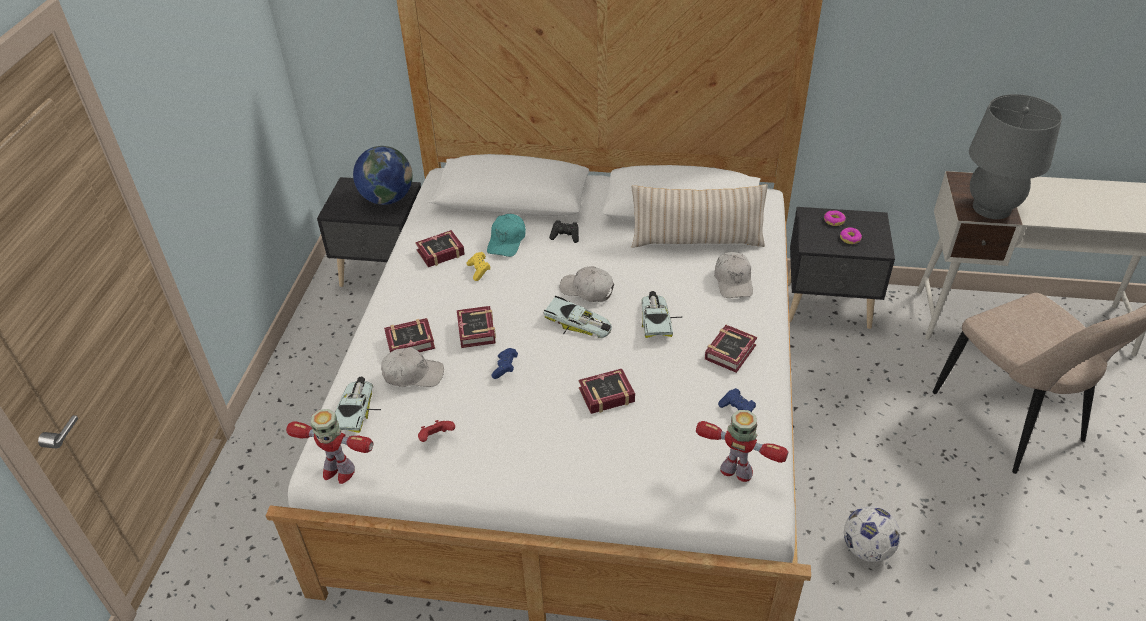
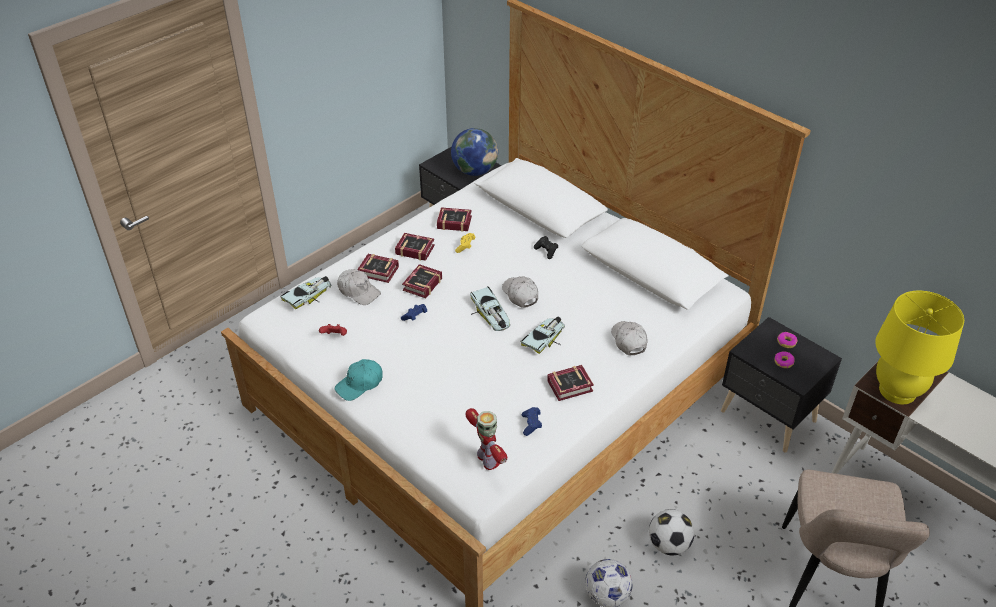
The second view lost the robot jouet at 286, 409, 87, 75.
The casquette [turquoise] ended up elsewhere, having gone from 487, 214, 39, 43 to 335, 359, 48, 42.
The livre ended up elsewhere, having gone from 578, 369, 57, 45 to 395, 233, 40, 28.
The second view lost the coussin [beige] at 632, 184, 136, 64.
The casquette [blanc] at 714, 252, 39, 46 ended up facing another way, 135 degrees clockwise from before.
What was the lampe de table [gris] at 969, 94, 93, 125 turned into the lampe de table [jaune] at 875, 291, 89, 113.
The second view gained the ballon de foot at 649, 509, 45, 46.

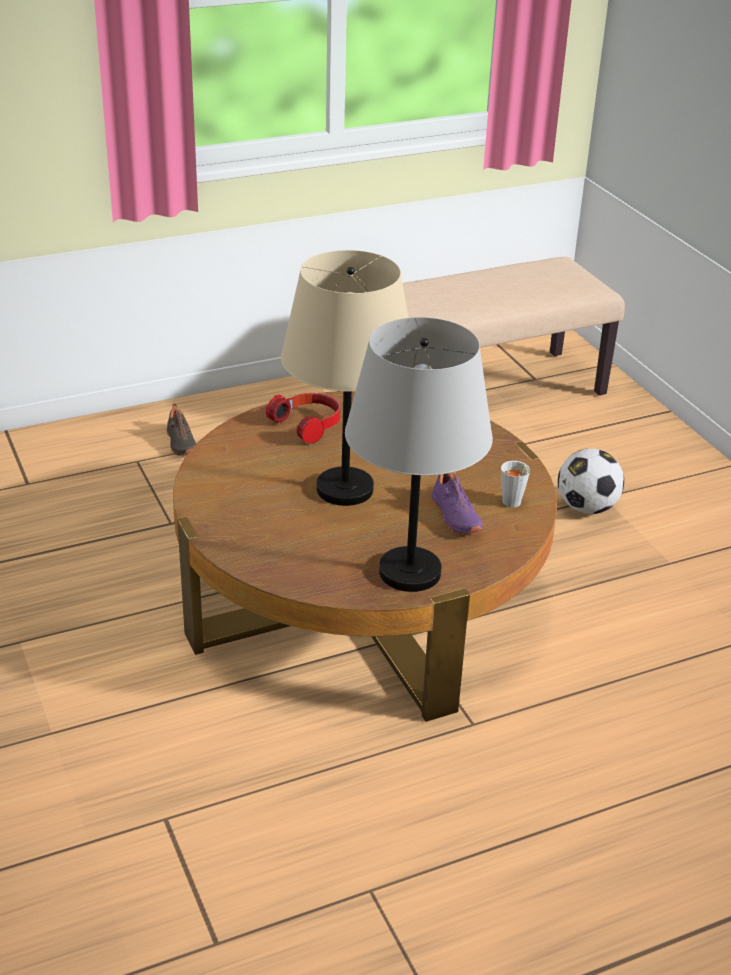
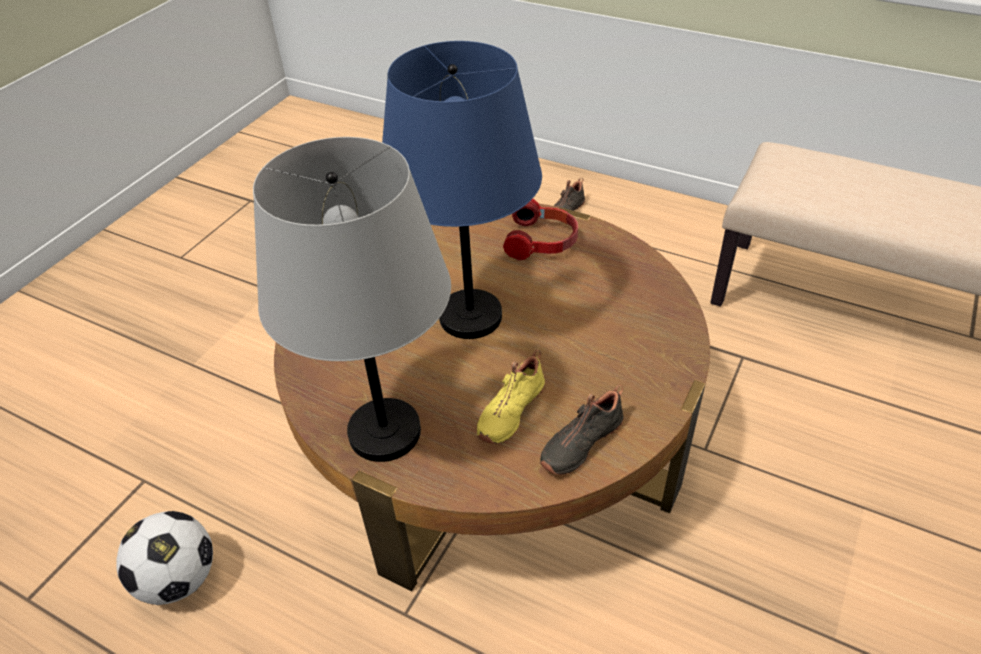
What was the lampe de table [beige] at 281, 250, 127, 256 turned into the lampe de table [bleu] at 382, 41, 160, 298.
What was the chaussure [violet] at 432, 472, 51, 62 turned into the chaussure [jaune] at 477, 350, 68, 94.
Where the tasse [gris] stood at 501, 461, 29, 47, the chaussure [noir] came to stand at 540, 385, 84, 90.
The ballon de foot ended up elsewhere, having gone from 558, 448, 66, 66 to 116, 511, 97, 94.

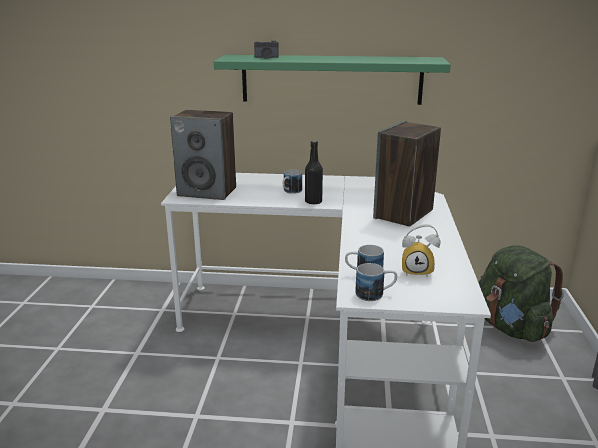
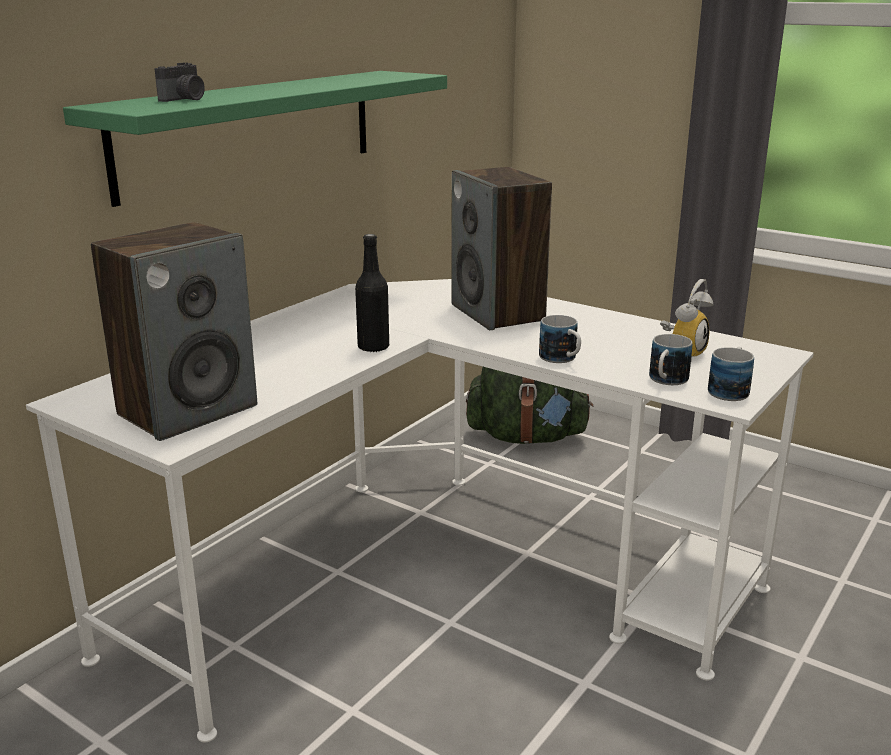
The mug ended up elsewhere, having gone from 283, 170, 19, 24 to 539, 315, 42, 48.

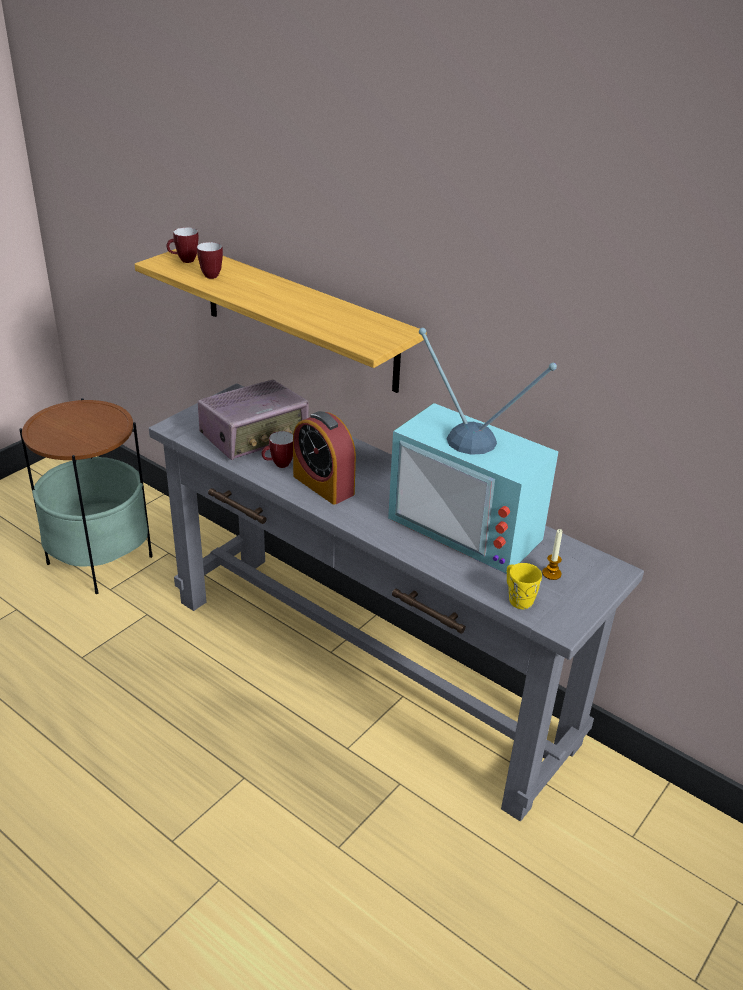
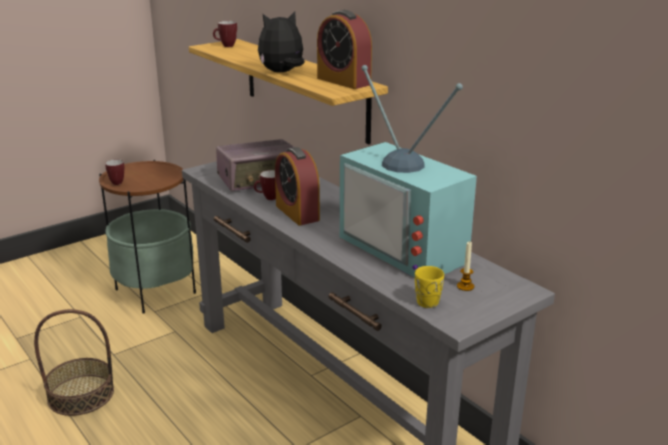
The mug ended up elsewhere, having gone from 197, 242, 26, 37 to 105, 159, 19, 26.
The second view gained the panier at 34, 309, 80, 107.
The second view gained the peluche at 258, 11, 47, 61.
The second view gained the réveil at 317, 10, 55, 79.

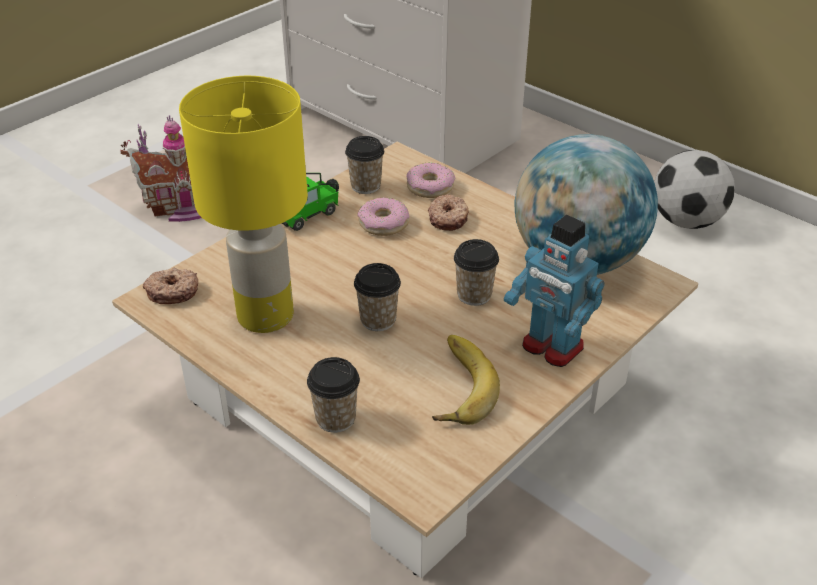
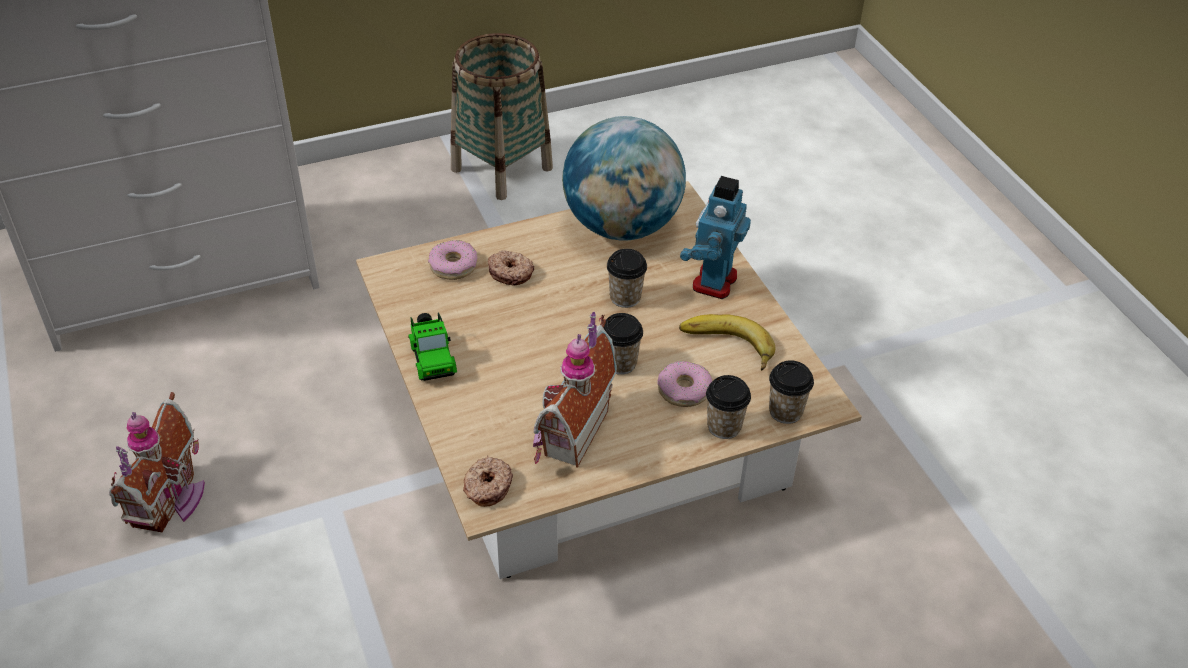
Where the lampe de table [jaune] stood at 179, 76, 129, 257, the maison miniature came to stand at 533, 312, 84, 156.
The tasse ended up elsewhere, having gone from 345, 136, 39, 58 to 769, 360, 45, 64.
The beignet ended up elsewhere, having gone from 357, 197, 52, 39 to 657, 361, 55, 46.
The robot jouet at 504, 215, 101, 152 ended up facing another way, 135 degrees clockwise from before.
Where the ballon de foot stood at 654, 150, 81, 79, the panier came to stand at 451, 33, 102, 167.

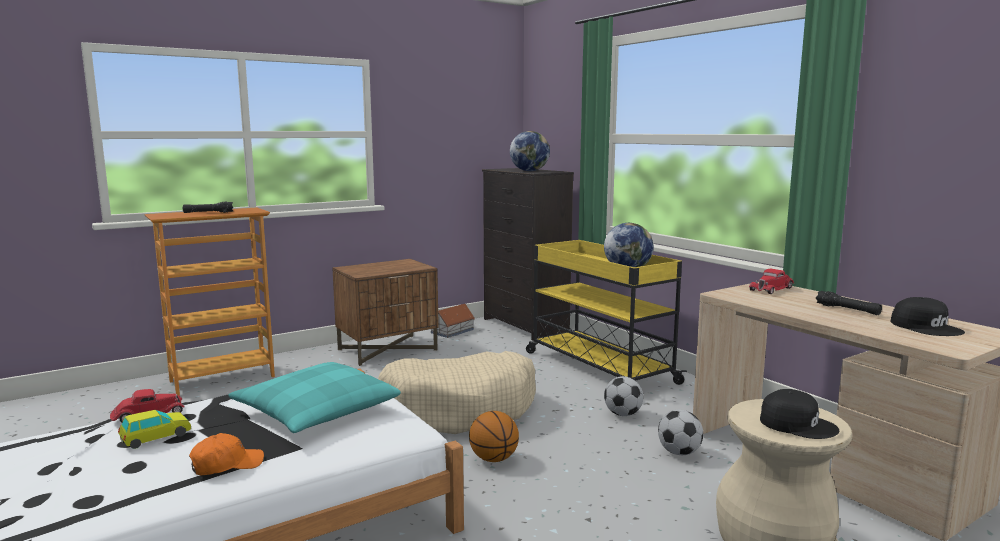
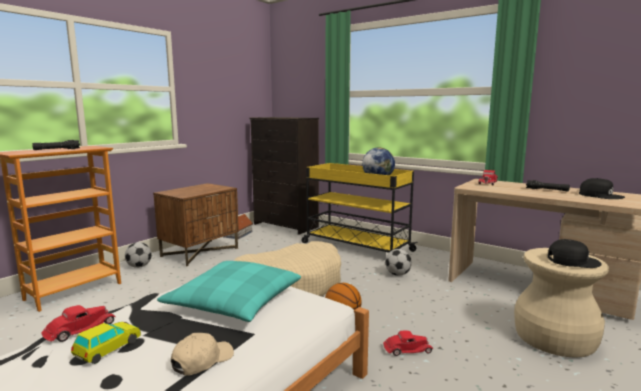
What was the casquette [orange] at 189, 433, 75, 42 turned into the casquette [beige] at 171, 333, 63, 43.
The second view lost the globe at 510, 131, 40, 40.
The ballon de foot ended up elsewhere, having gone from 658, 410, 45, 45 to 125, 242, 27, 26.
The second view gained the petite voiture [rouge] at 383, 330, 50, 26.

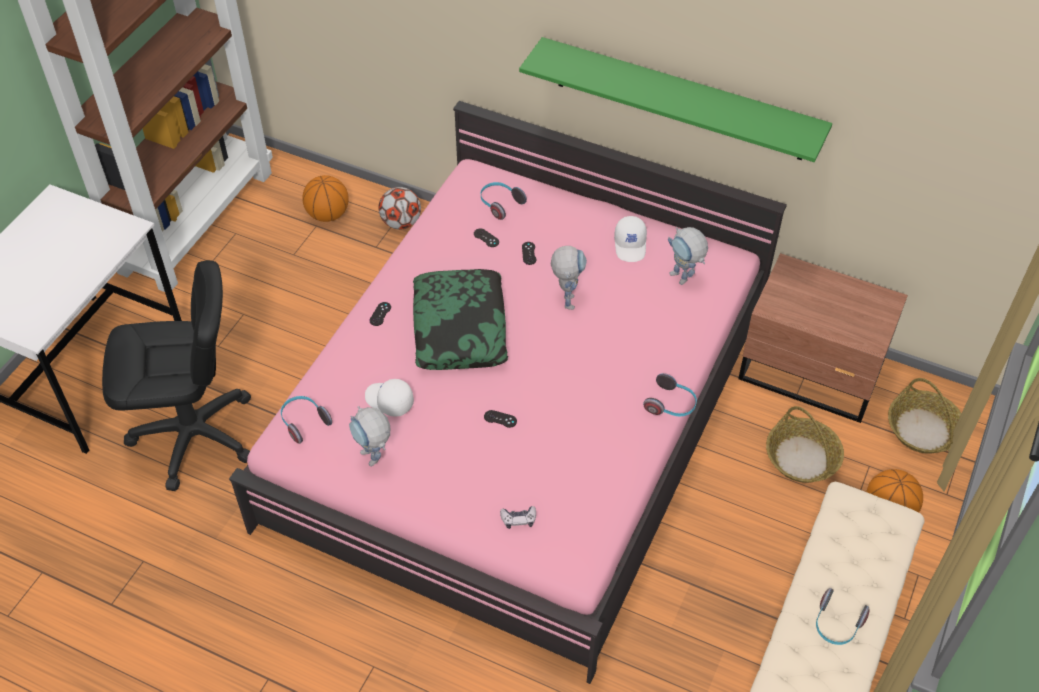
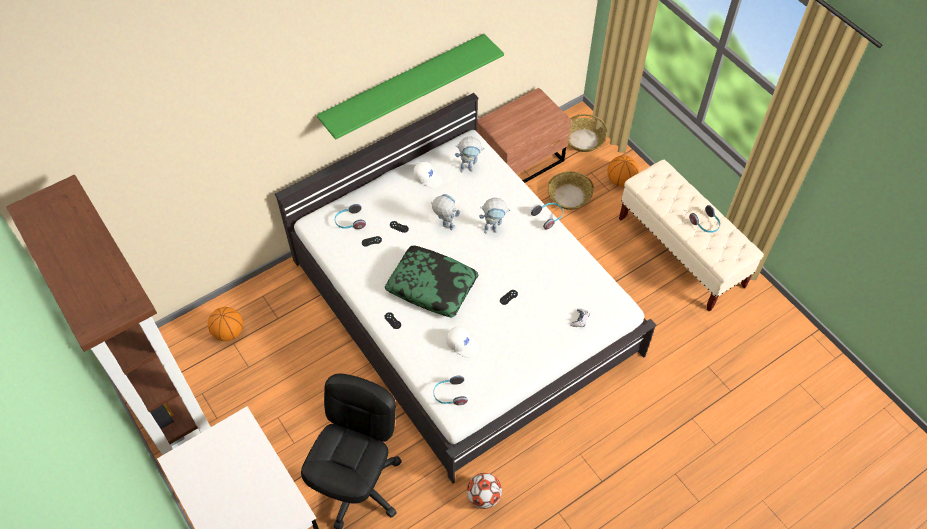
What was the lit [rose] at 229, 101, 558, 583 turned into the lit [blanc] at 275, 93, 381, 391.
The robot jouet ended up elsewhere, having gone from 349, 406, 41, 61 to 479, 198, 31, 35.
The casquette [blanc] at 365, 379, 49, 38 ended up facing another way, 120 degrees counterclockwise from before.
The ballon de foot ended up elsewhere, having gone from 378, 187, 43, 42 to 467, 473, 35, 36.

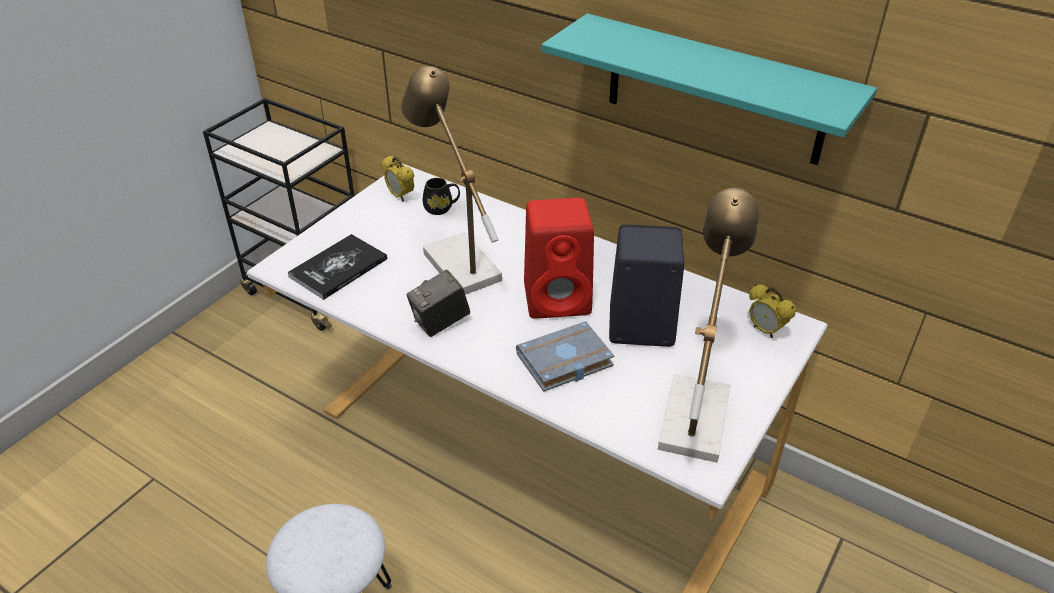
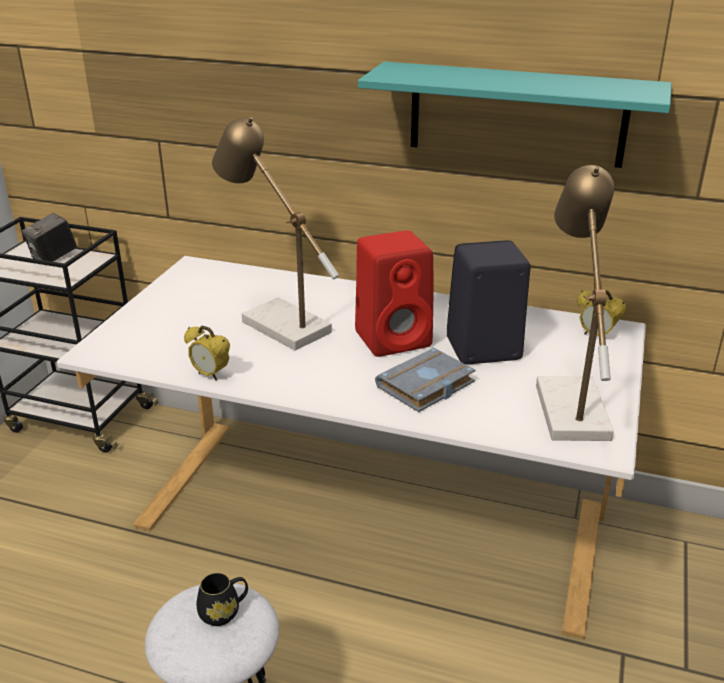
The second view lost the livre at 287, 234, 100, 66.
The réveil ended up elsewhere, having gone from 382, 156, 32, 46 to 184, 326, 46, 55.
The appareil photo ended up elsewhere, having gone from 406, 270, 64, 67 to 22, 213, 55, 49.
The mug [noir] ended up elsewhere, having gone from 423, 178, 37, 37 to 197, 573, 51, 53.

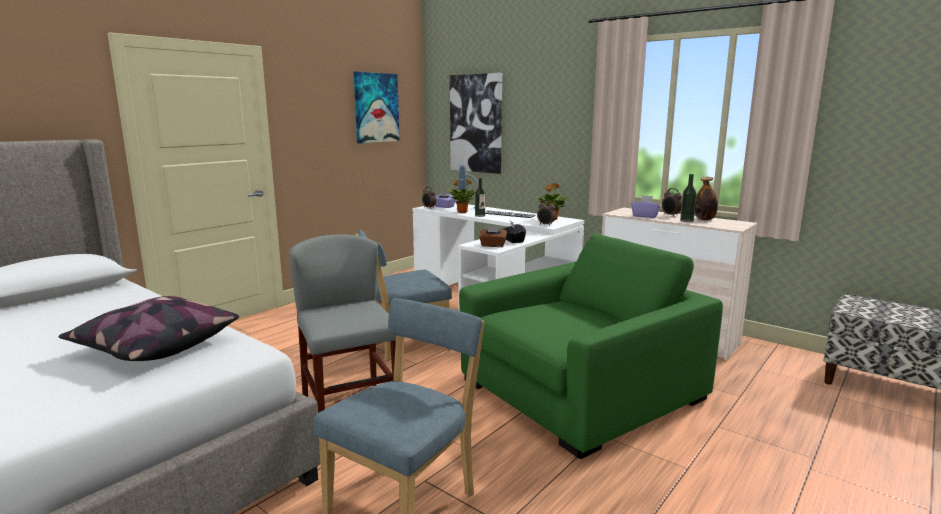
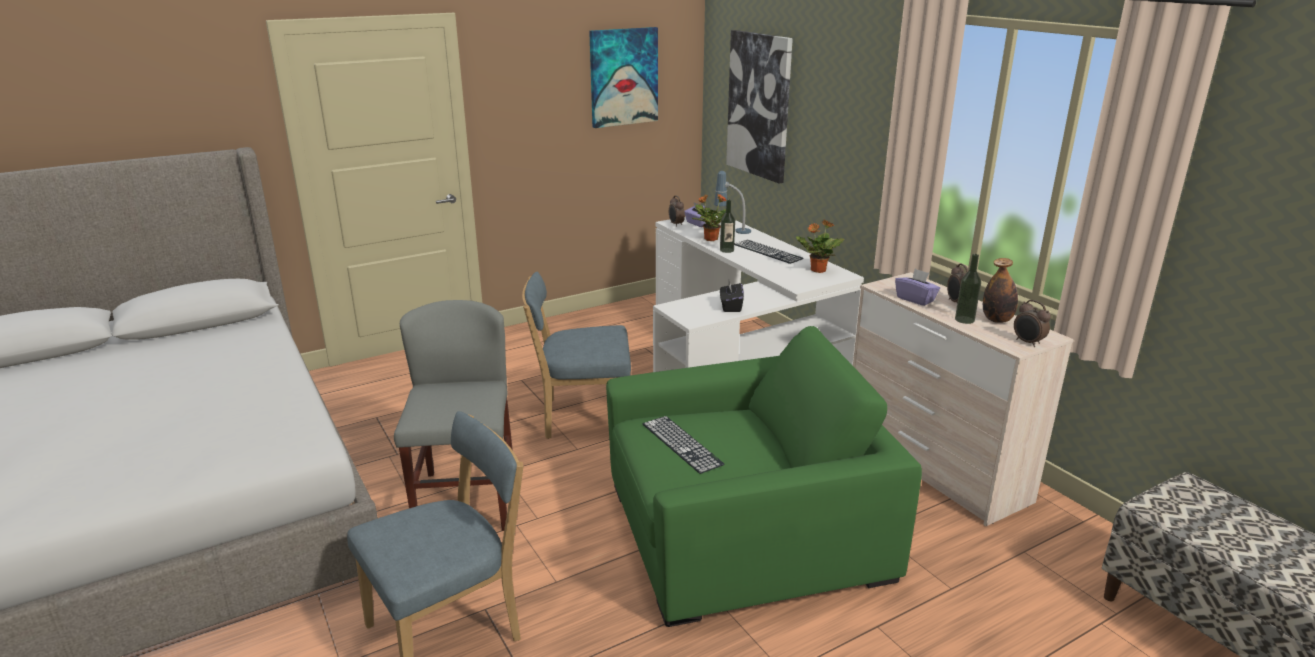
The second view lost the coussin at 58, 296, 181, 65.
The second view lost the boîte à mouchoirs [marron] at 479, 226, 28, 21.
The réveil ended up elsewhere, having gone from 537, 200, 19, 26 to 1014, 300, 37, 47.
The second view gained the clavier at 642, 416, 83, 58.

